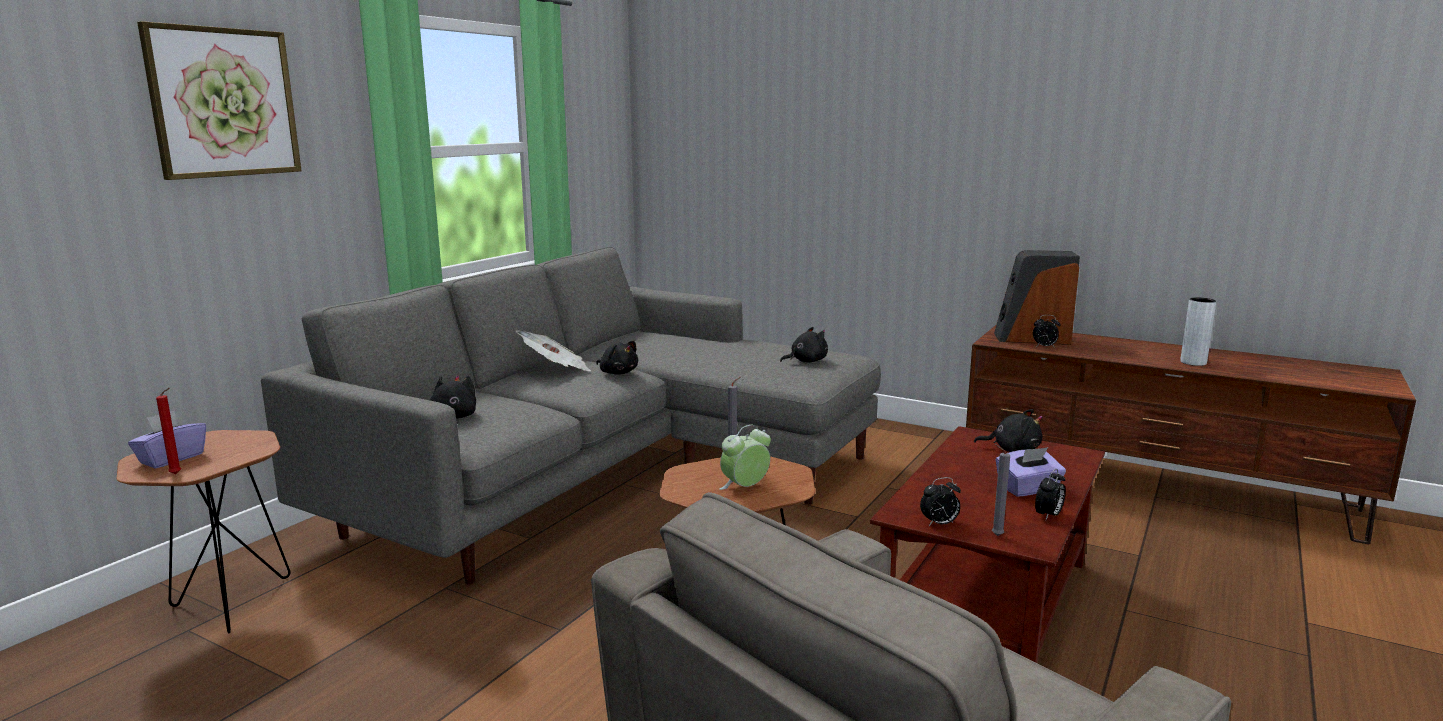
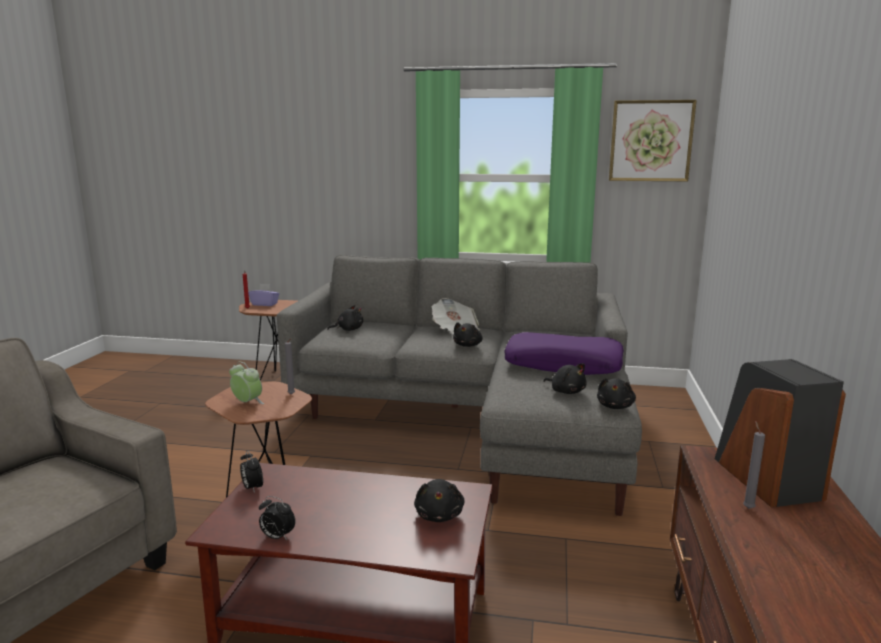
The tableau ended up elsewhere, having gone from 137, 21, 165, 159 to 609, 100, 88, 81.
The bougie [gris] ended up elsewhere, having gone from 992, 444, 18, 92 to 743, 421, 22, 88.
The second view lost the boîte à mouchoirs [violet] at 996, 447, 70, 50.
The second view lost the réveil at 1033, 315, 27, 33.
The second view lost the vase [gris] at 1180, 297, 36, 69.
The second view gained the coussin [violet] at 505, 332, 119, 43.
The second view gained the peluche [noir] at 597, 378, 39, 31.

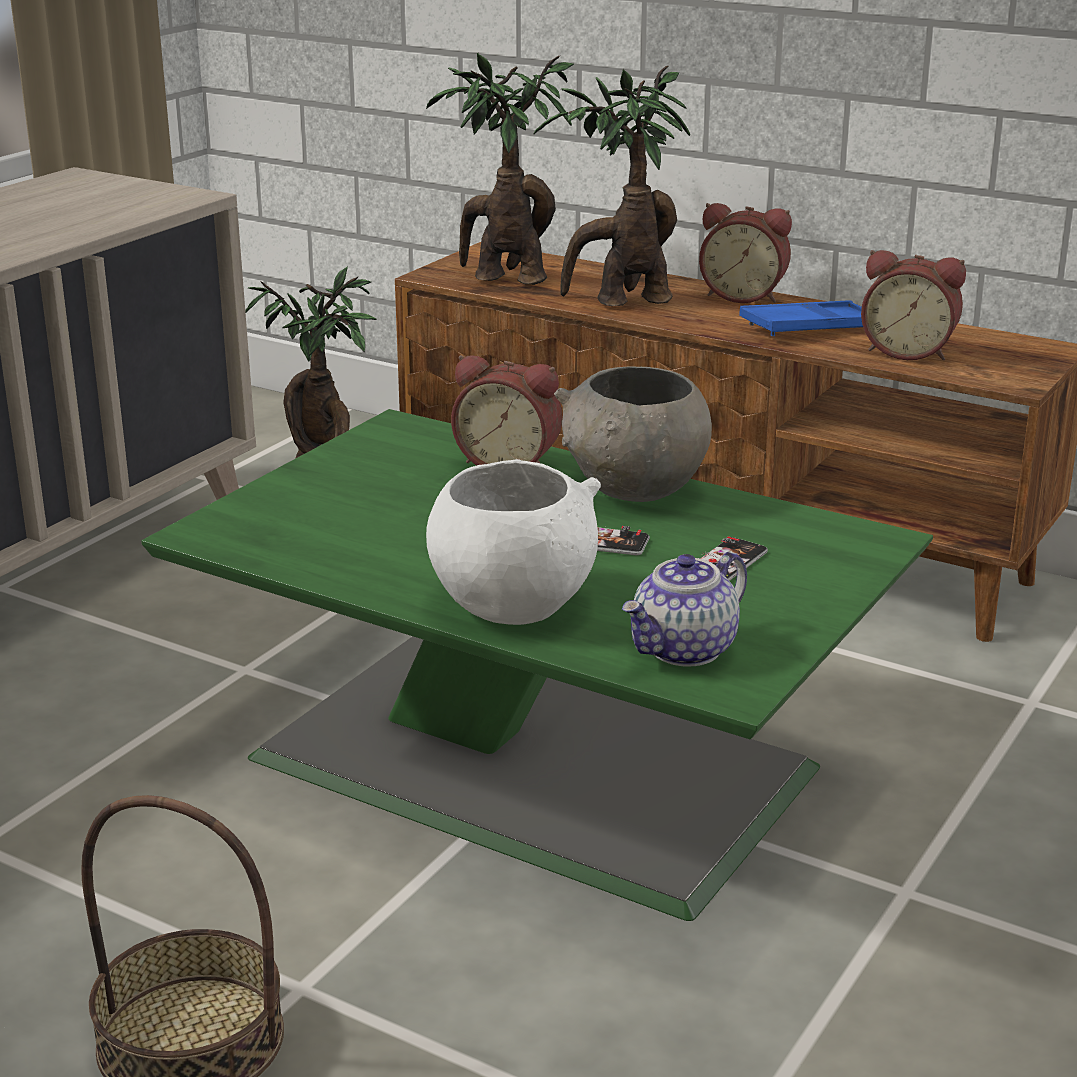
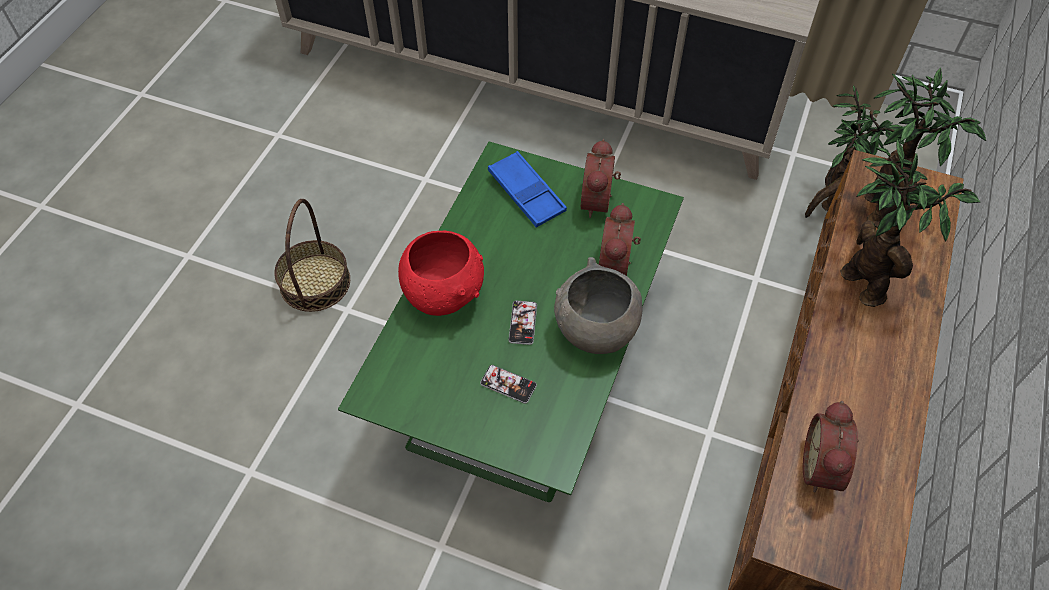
What was the bol [blanc] at 426, 459, 175, 166 turned into the bol [rouge] at 398, 231, 86, 85.
The second view lost the théière at 622, 551, 125, 115.
The réveil ended up elsewhere, having gone from 699, 203, 93, 100 to 581, 139, 40, 79.
The plateau [bleu] ended up elsewhere, having gone from 739, 300, 124, 36 to 488, 151, 79, 77.

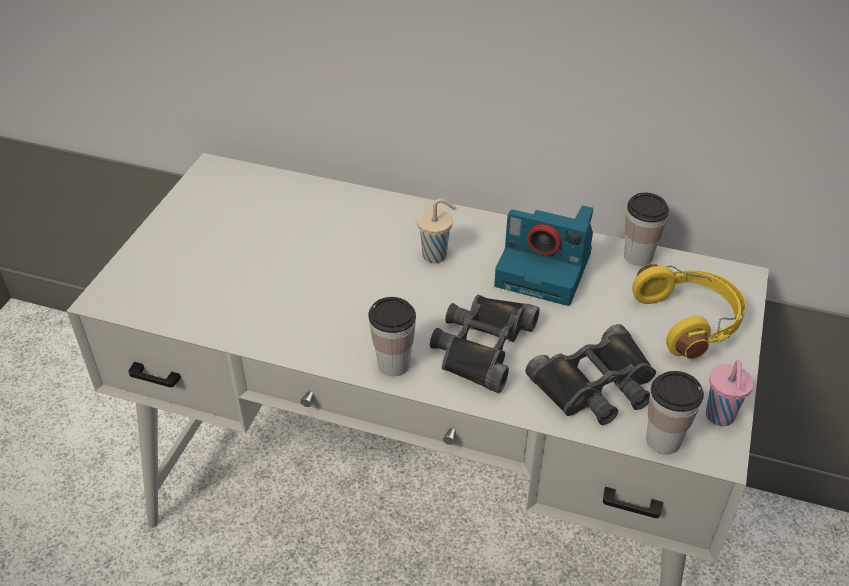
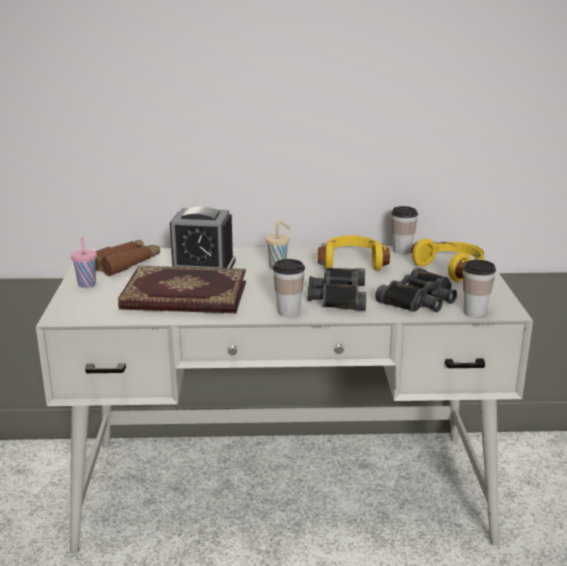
Where the appareil photo stood at 494, 206, 99, 100, the casque audio [jaune] came to stand at 317, 235, 73, 35.
The tasse [rose] ended up elsewhere, having gone from 706, 360, 48, 66 to 71, 238, 26, 50.
The second view gained the jumelles [marron] at 95, 240, 65, 36.
The second view gained the livre at 118, 266, 128, 47.
The second view gained the réveil at 169, 207, 66, 61.

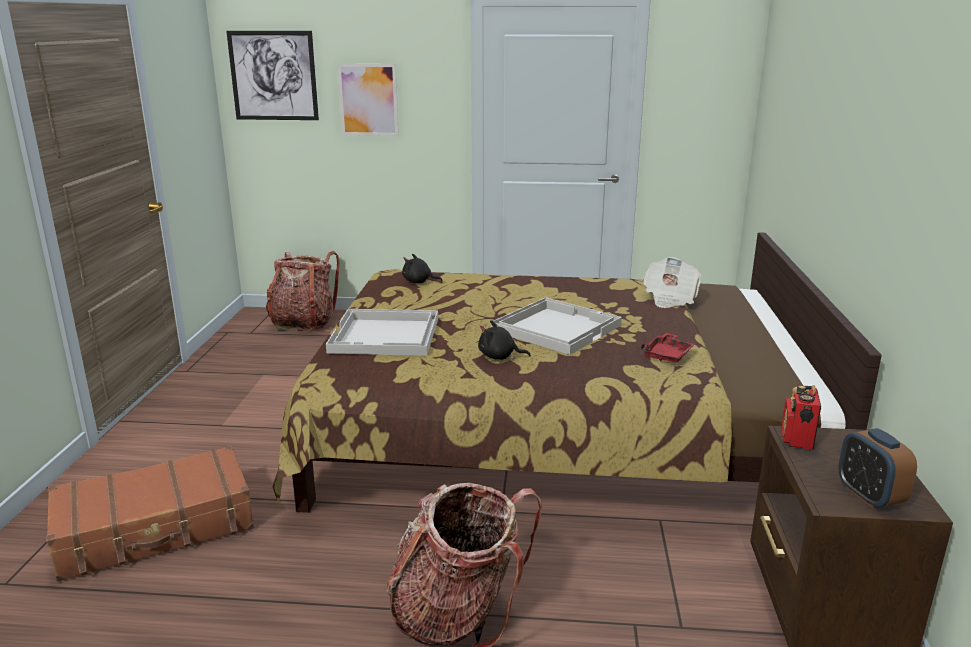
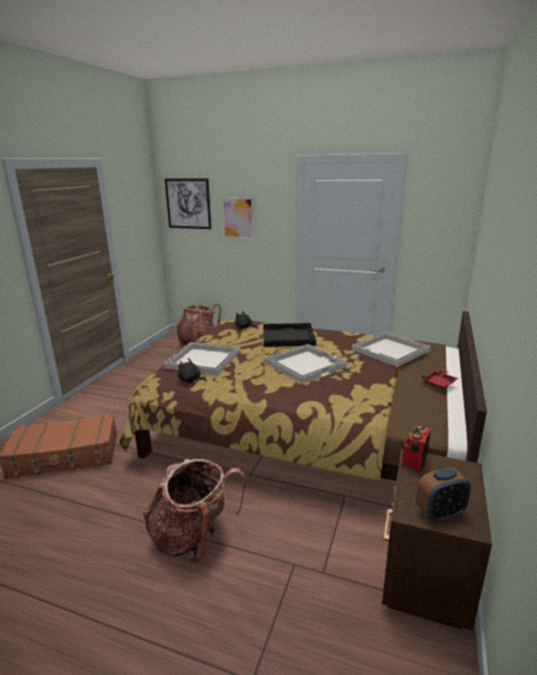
The peluche [noir] ended up elsewhere, having gone from 478, 320, 53, 40 to 178, 358, 29, 25.
The plateau [rouge] ended up elsewhere, having gone from 641, 333, 55, 30 to 422, 369, 37, 20.
Where the journal stood at 642, 257, 60, 51, the plateau [blanc] came to stand at 352, 332, 79, 35.
The réveil at 839, 428, 78, 81 ended up facing another way, 105 degrees counterclockwise from before.
The second view gained the plateau [noir] at 263, 323, 53, 24.

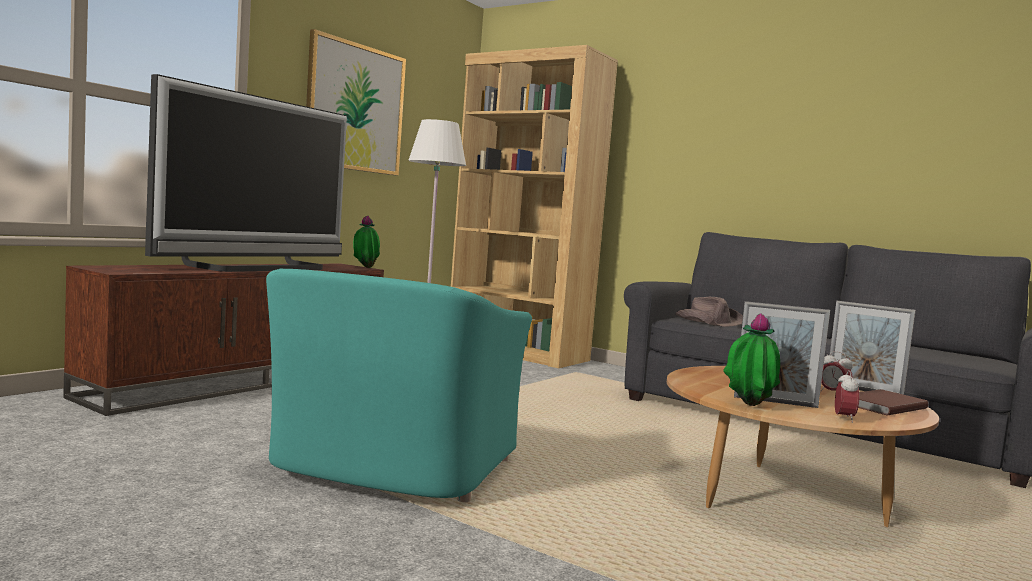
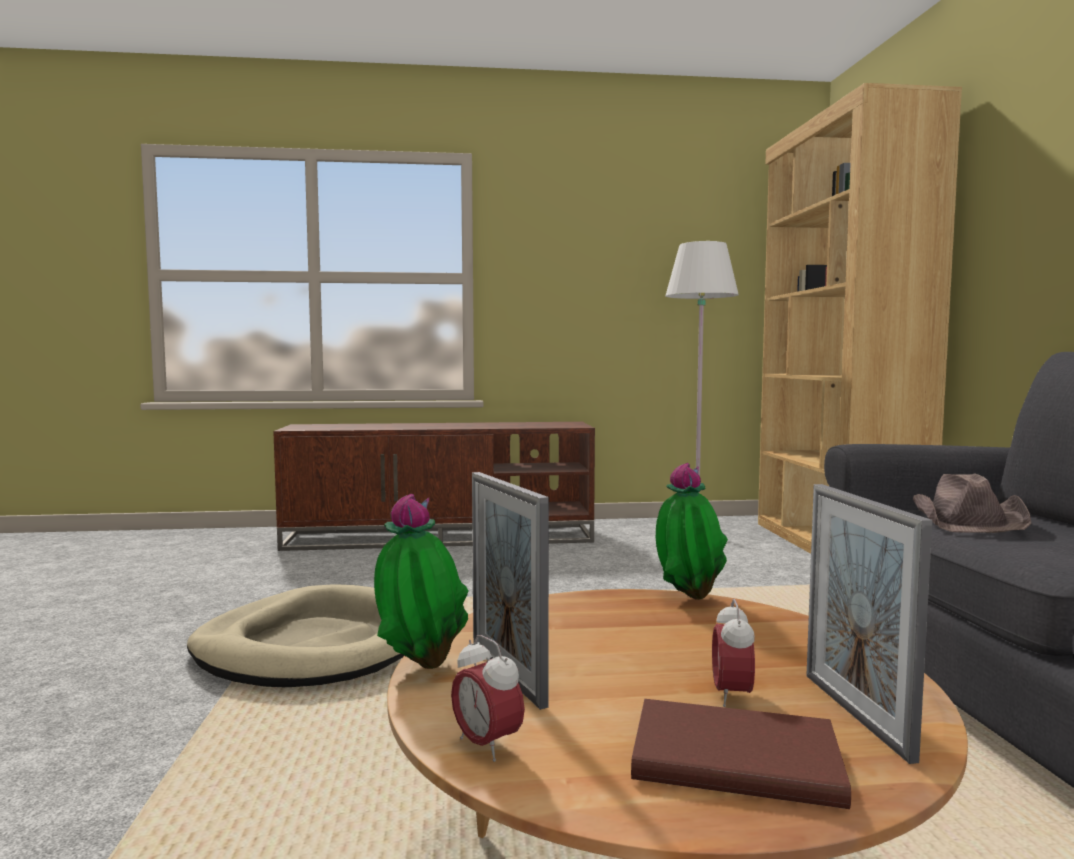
The second view lost the téléviseur at 145, 74, 202, 198.
Where the fauteuil [turquoise] stood at 266, 268, 266, 234, the panier pour chien [beige] came to stand at 187, 584, 218, 103.
The second view lost the tableau at 306, 29, 100, 147.
The plante en pot ended up elsewhere, having gone from 353, 216, 27, 52 to 656, 463, 72, 137.
The réveil at 835, 370, 24, 53 ended up facing another way, 75 degrees clockwise from before.

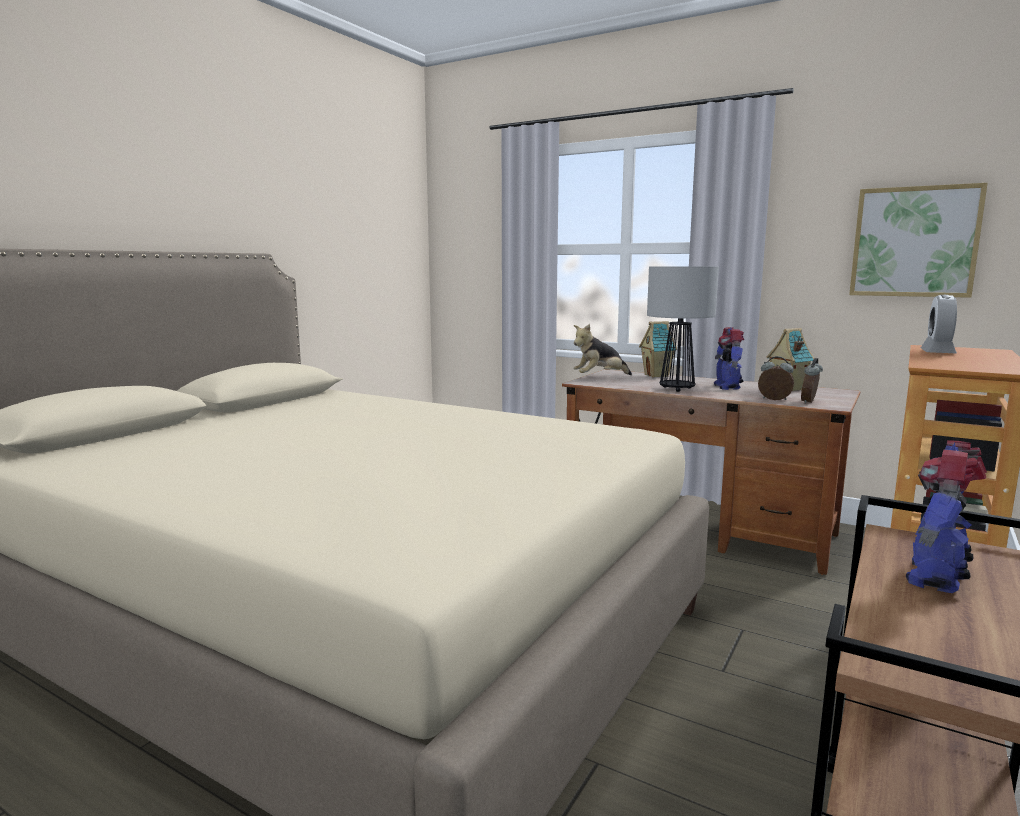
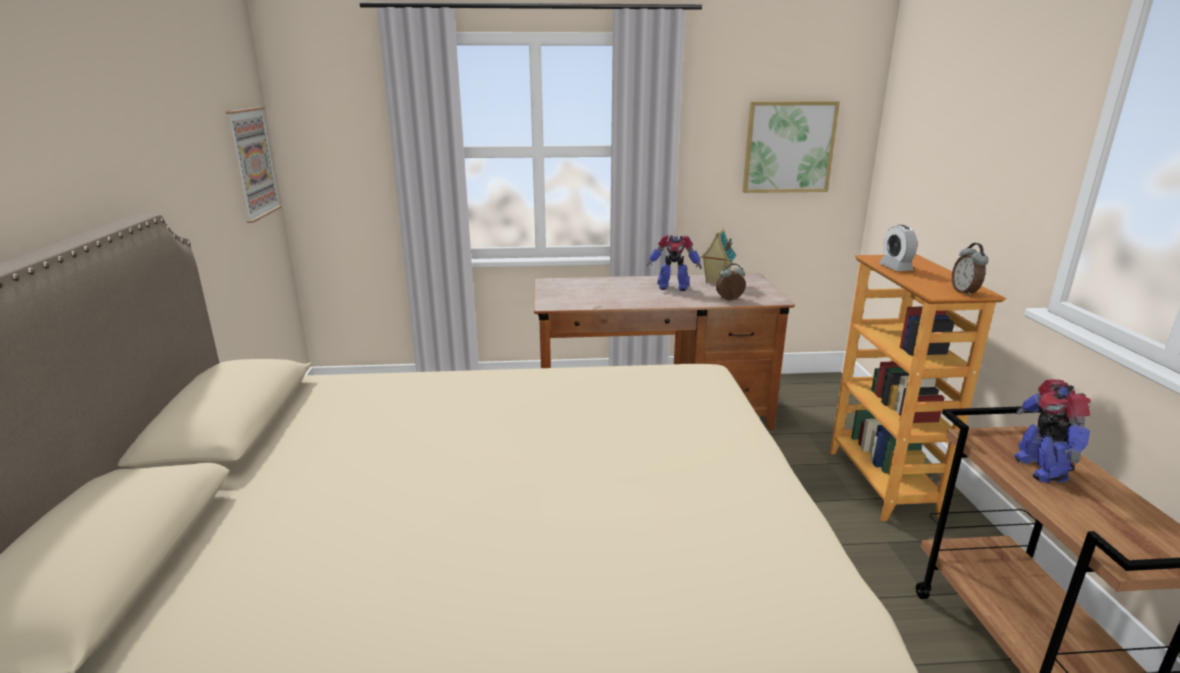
The second view lost the peluche at 573, 324, 59, 51.
The second view lost the maison miniature at 639, 321, 38, 56.
The second view lost the lampe de table at 647, 266, 72, 126.
The robot jouet at 713, 327, 31, 63 ended up facing another way, 45 degrees counterclockwise from before.
The réveil ended up elsewhere, having gone from 801, 358, 22, 46 to 952, 243, 37, 53.
The second view gained the tableau at 226, 107, 56, 116.

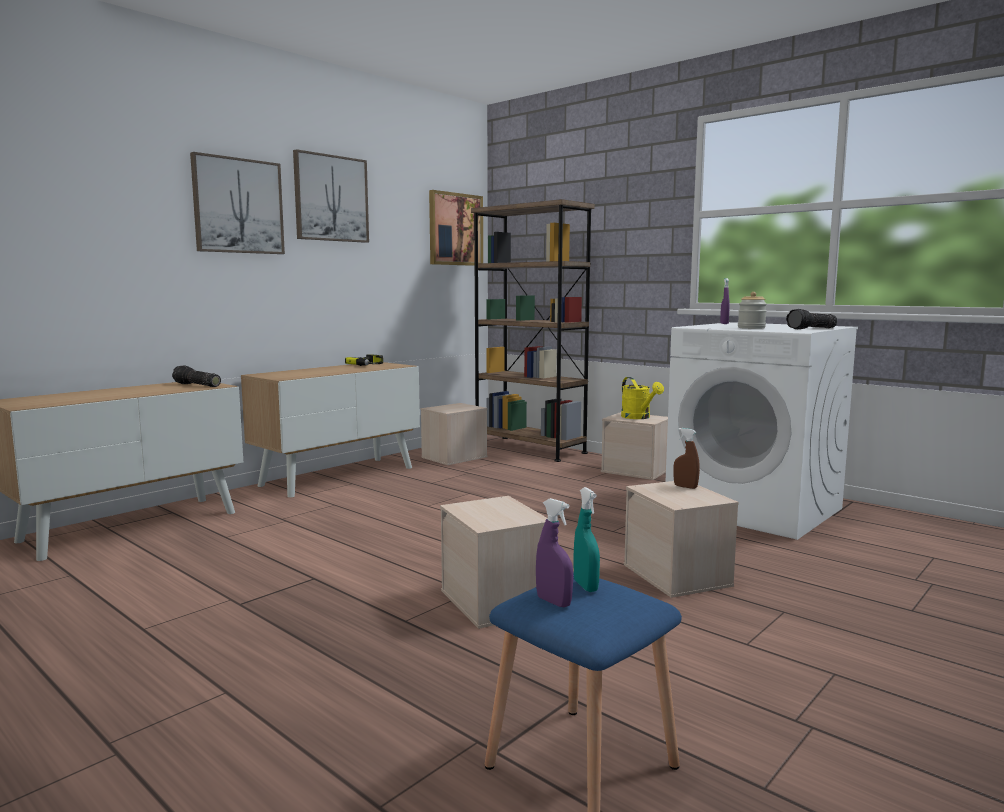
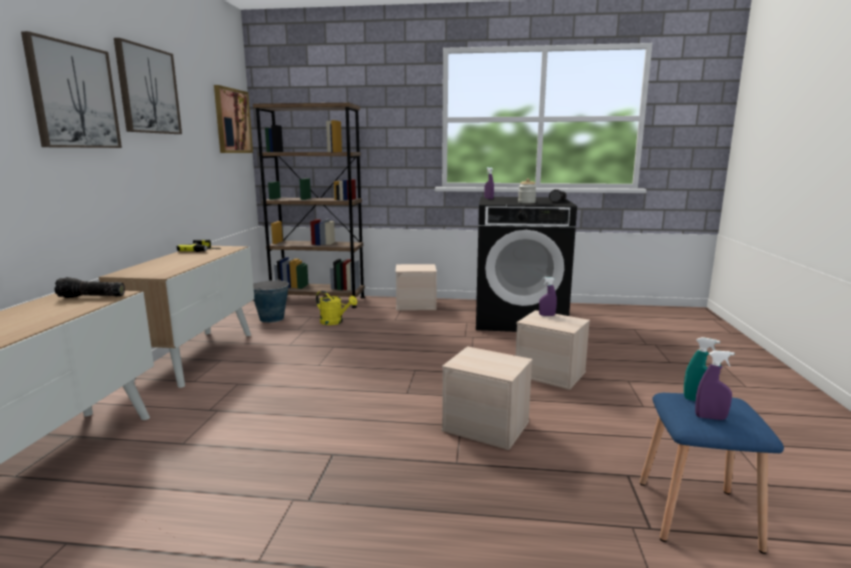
Where the boîte de rangement [beige] stood at 421, 403, 67, 62, the seau came to stand at 252, 279, 37, 44.
The arrosoir [jaune] ended up elsewhere, having gone from 621, 377, 43, 42 to 316, 291, 41, 34.
What was the lave-linge [blanc] at 666, 322, 192, 218 turned into the lave-linge [noir] at 476, 197, 101, 135.
What was the vaporisateur [marron] at 674, 428, 26, 61 turned into the vaporisateur [violet] at 539, 277, 18, 39.

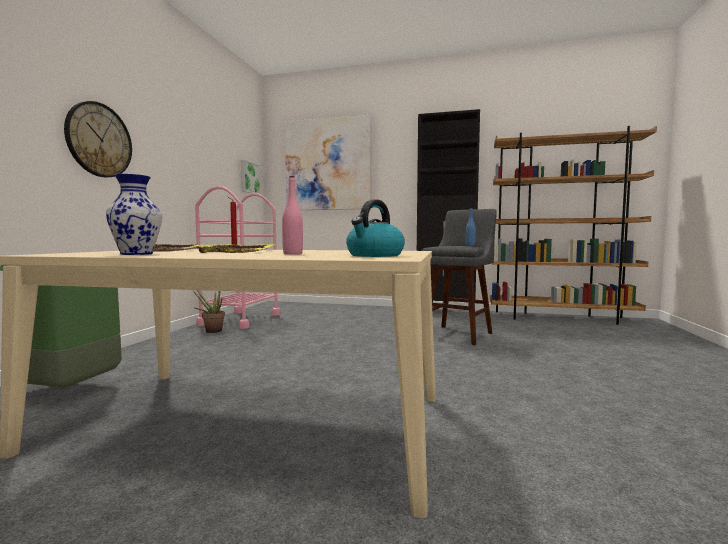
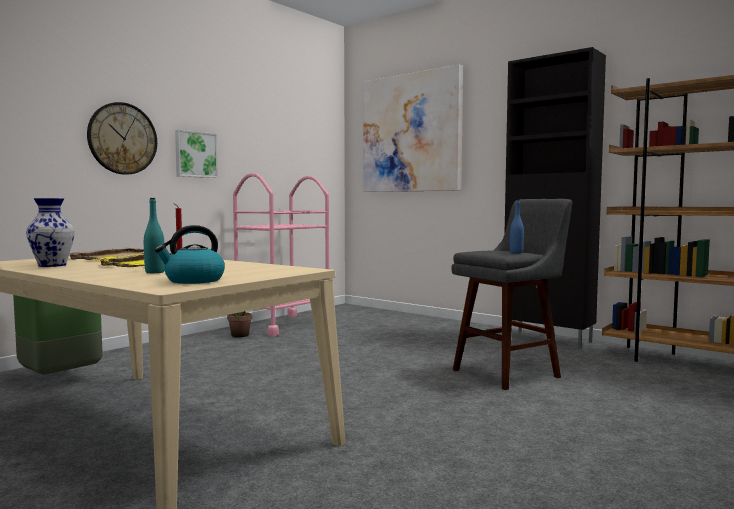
The tableau ended up elsewhere, having gone from 241, 160, 20, 35 to 175, 130, 43, 48.
What was the bouteille [rose] at 282, 176, 21, 79 turned into the bouteille [turquoise] at 144, 198, 20, 75.

